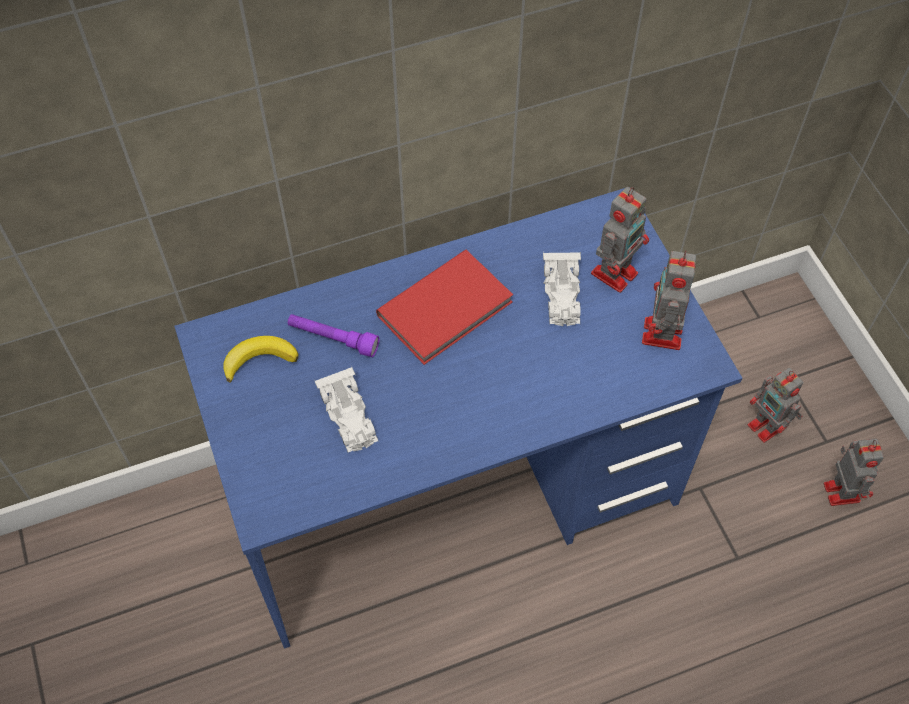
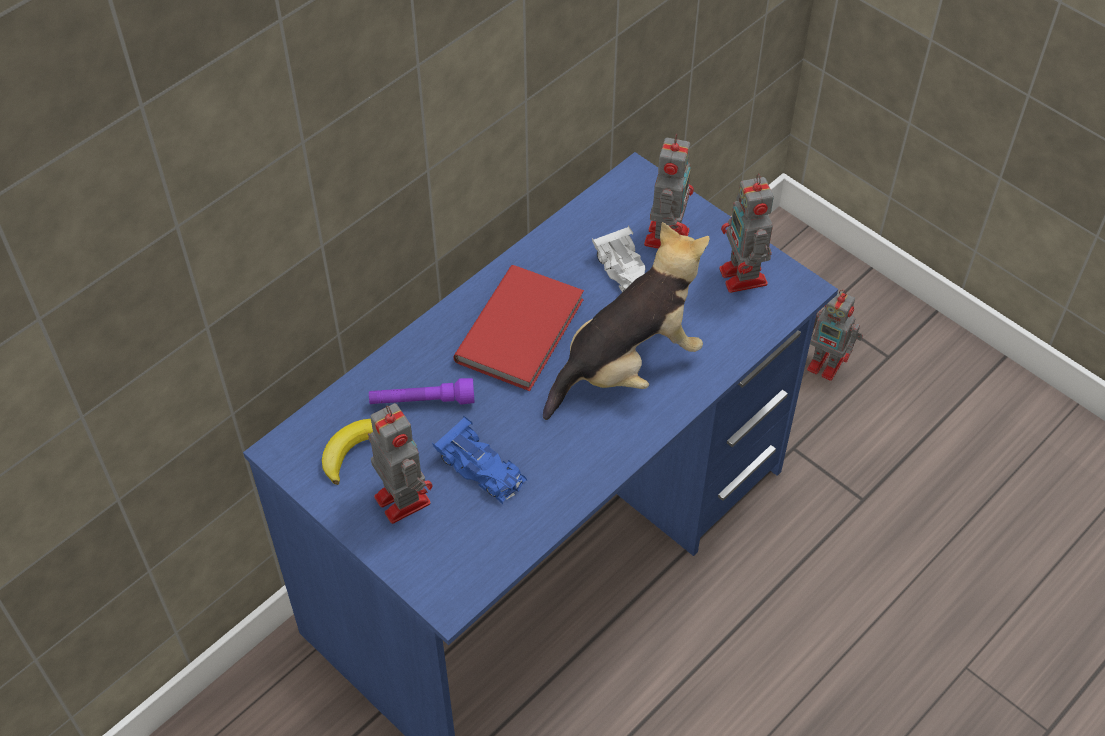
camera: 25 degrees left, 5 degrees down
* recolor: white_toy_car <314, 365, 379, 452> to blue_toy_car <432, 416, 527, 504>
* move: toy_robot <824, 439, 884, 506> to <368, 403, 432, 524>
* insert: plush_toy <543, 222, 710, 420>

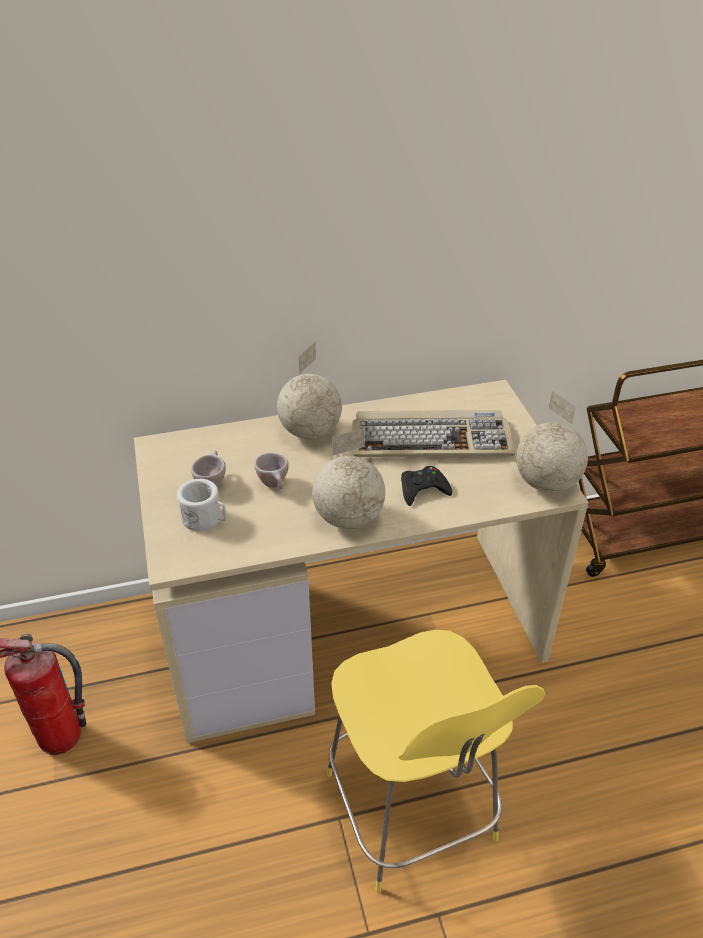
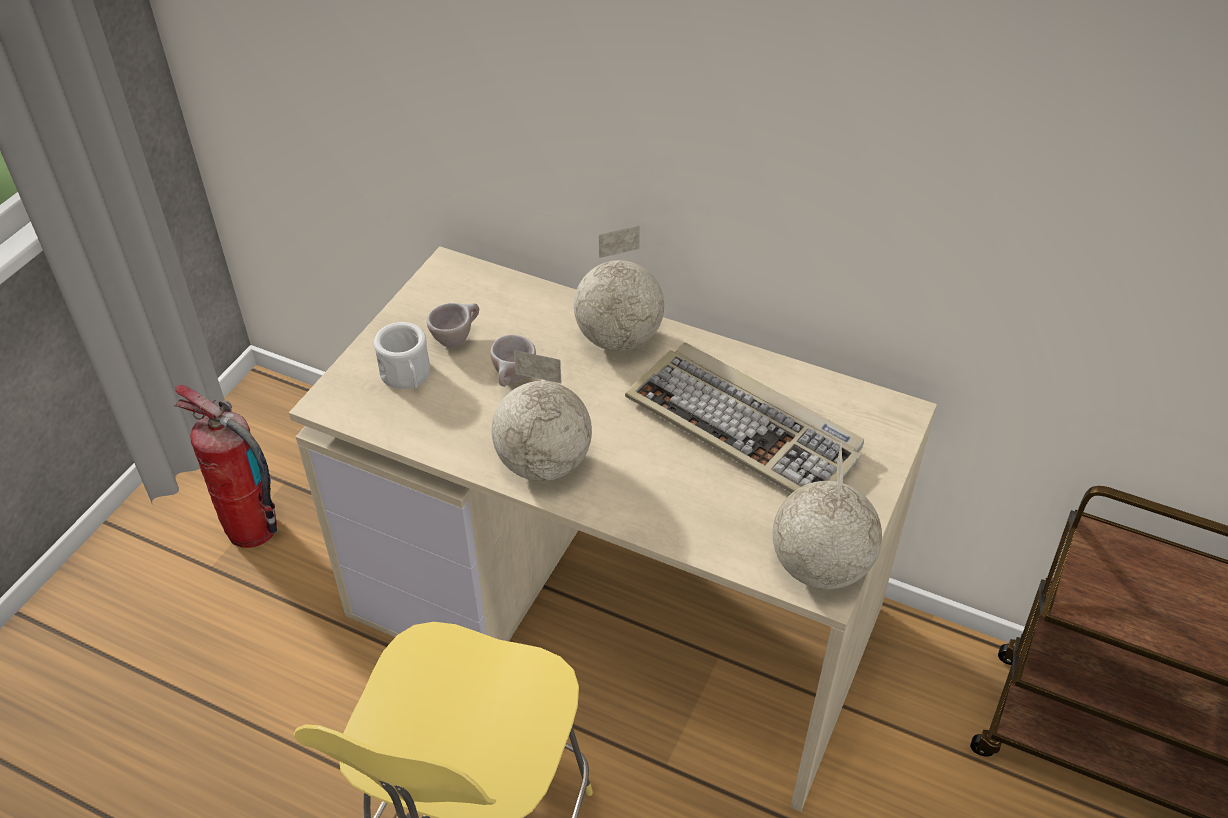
camera: 40 degrees right, 5 degrees up
* delete: black_game_controller <401, 466, 452, 506>

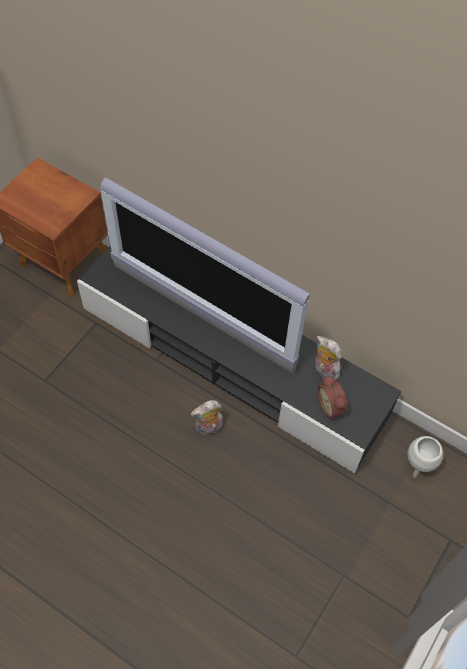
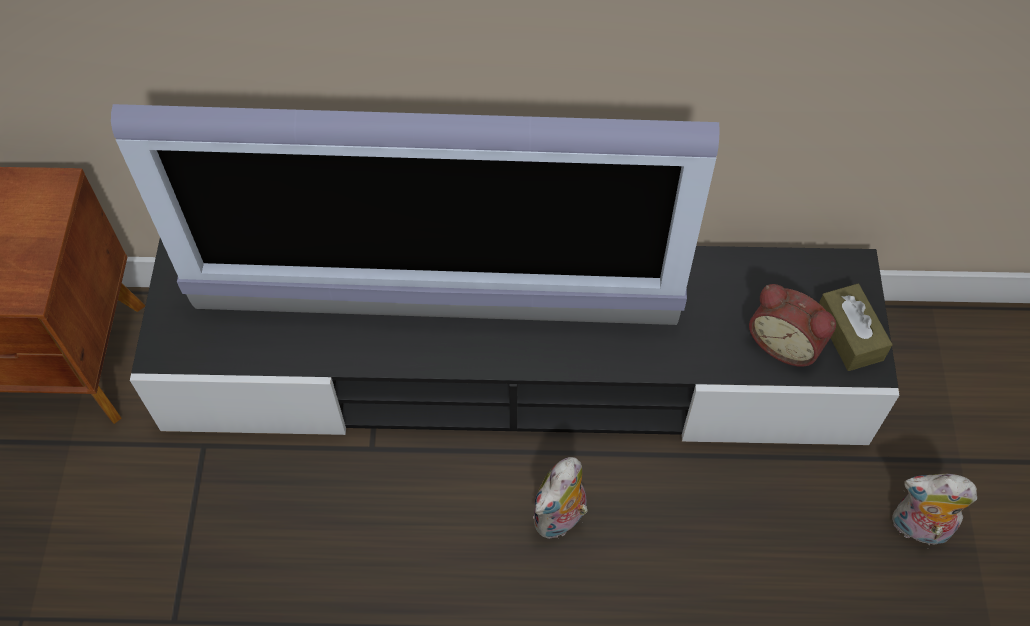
camera: 30 degrees left, 0 degrees up
* move: plush_toy <315, 336, 341, 380> to <892, 474, 977, 545>
* delete: white_planter <407, 436, 443, 478>
* insert: brown_tissue_box <819, 284, 893, 371>

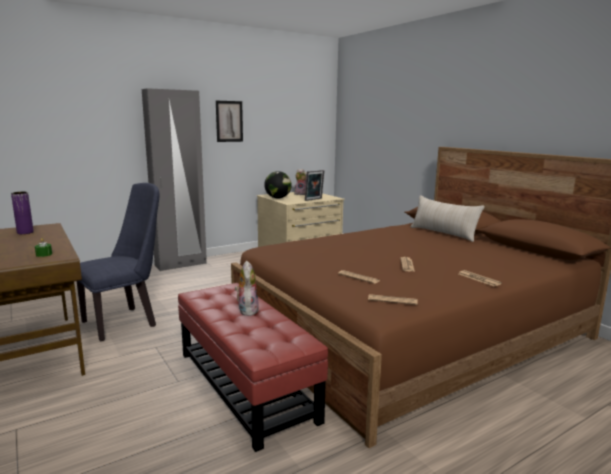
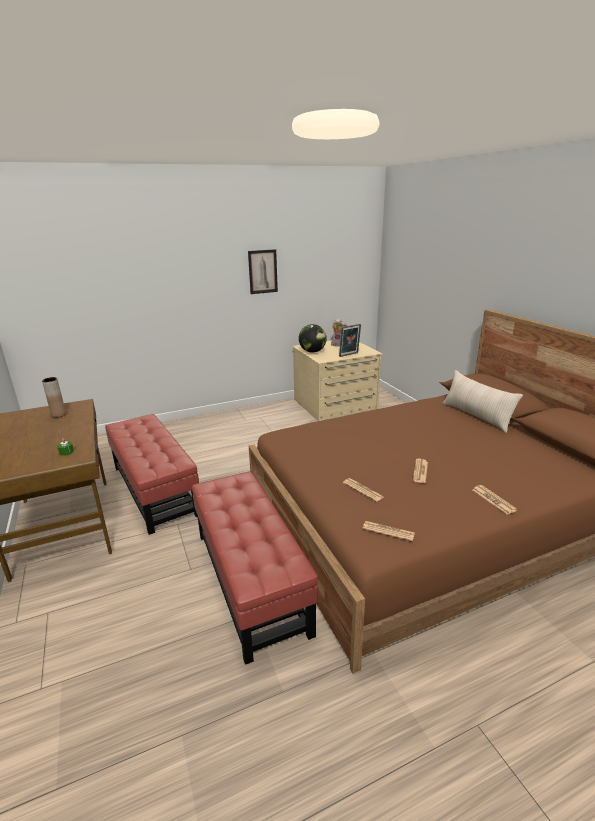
camera: 10 degrees right, 10 degrees up
* delete: grey_wardrobe <142, 88, 207, 271>
* replace: blue_chair <77, 183, 159, 342> to red_ottoman <105, 414, 199, 535>
* recolor: purple_vase <11, 192, 34, 234> to brown_vase <42, 377, 66, 417>
* delete: plush_toy <235, 261, 259, 316>

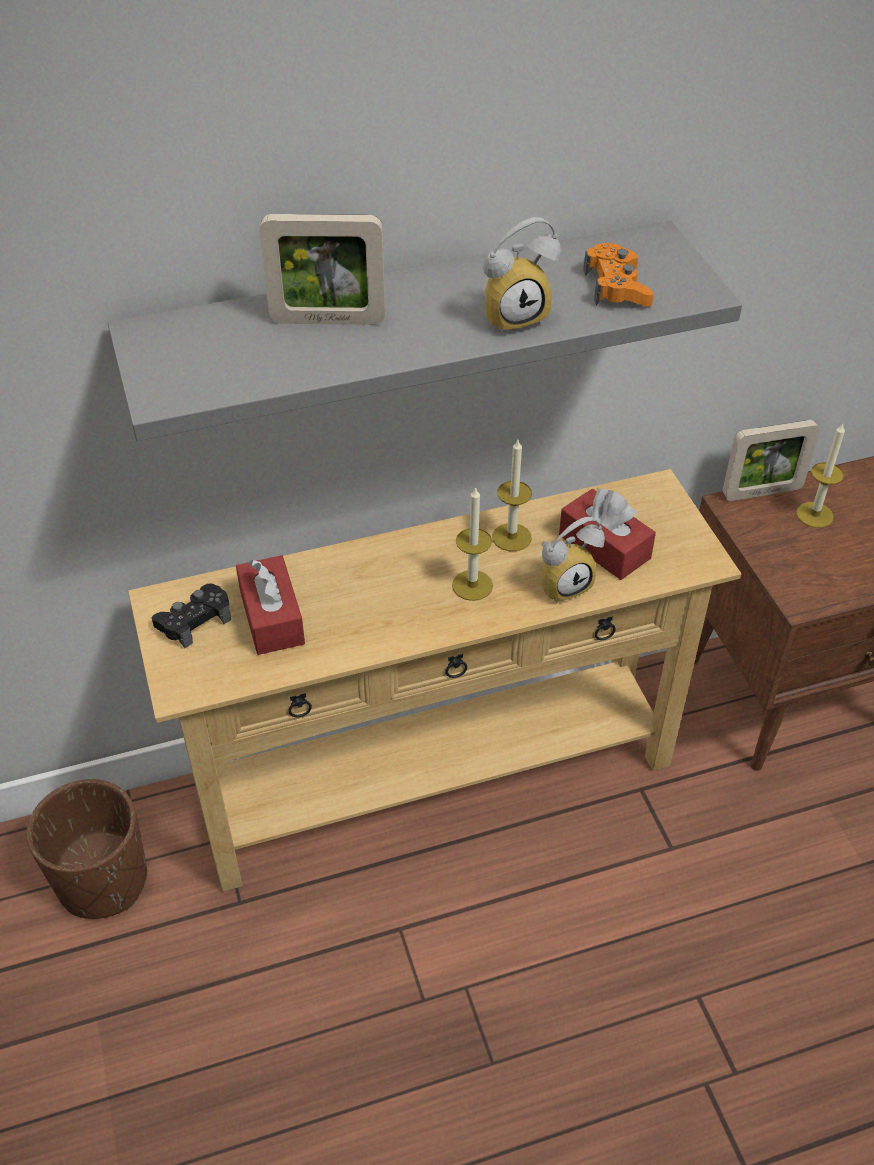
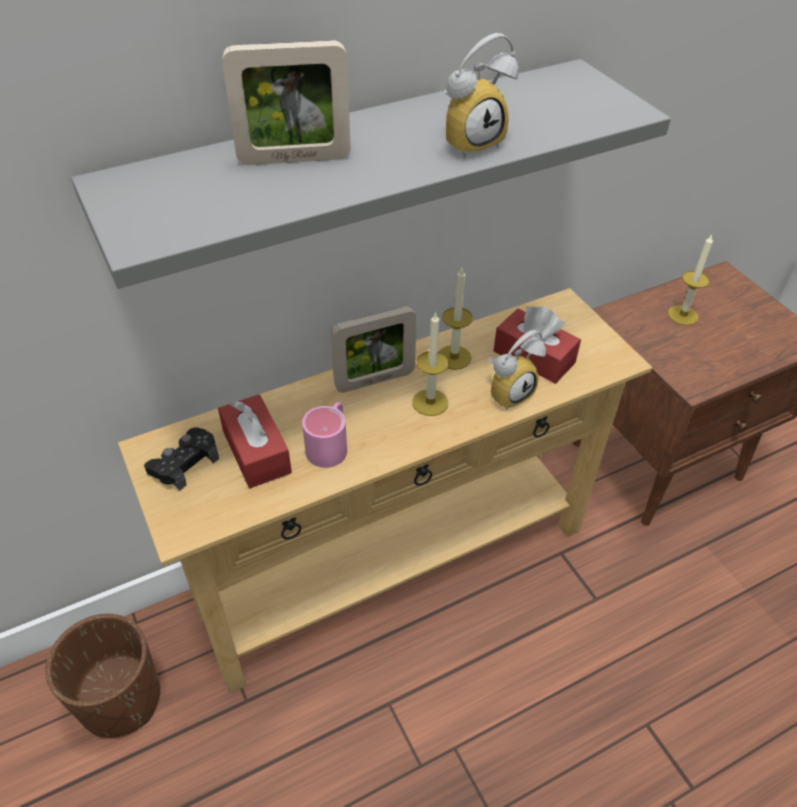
camera: 10 degrees left, 0 degrees up
* delete: orange_game_controller <583, 243, 654, 307>
* move: picture_frame <722, 420, 820, 501> to <331, 306, 417, 393>
* insert: pink_mug <302, 402, 347, 468>

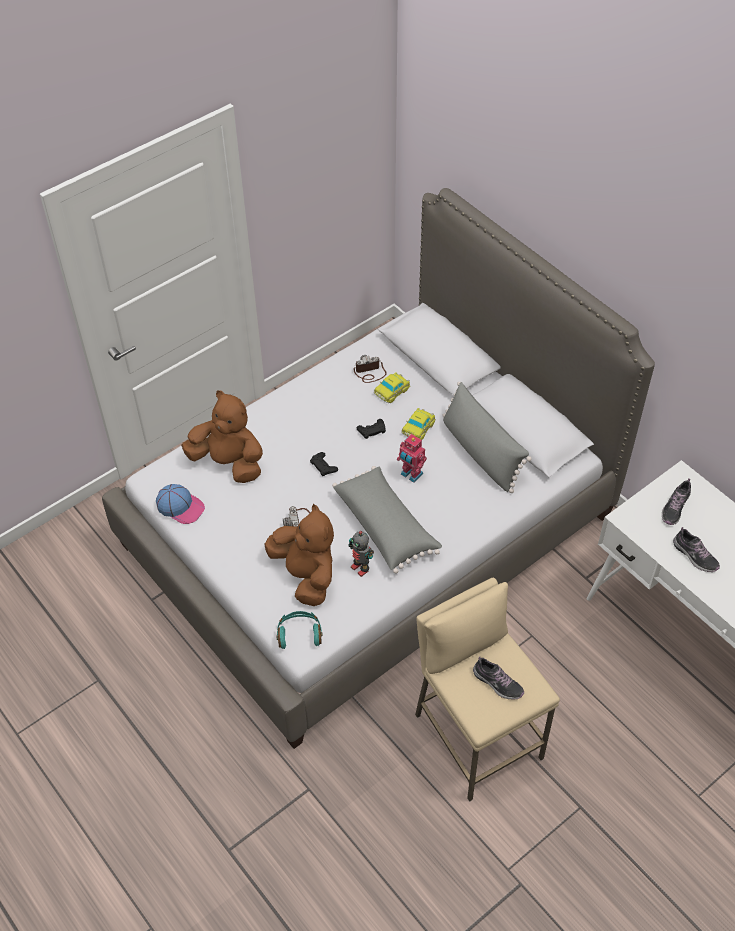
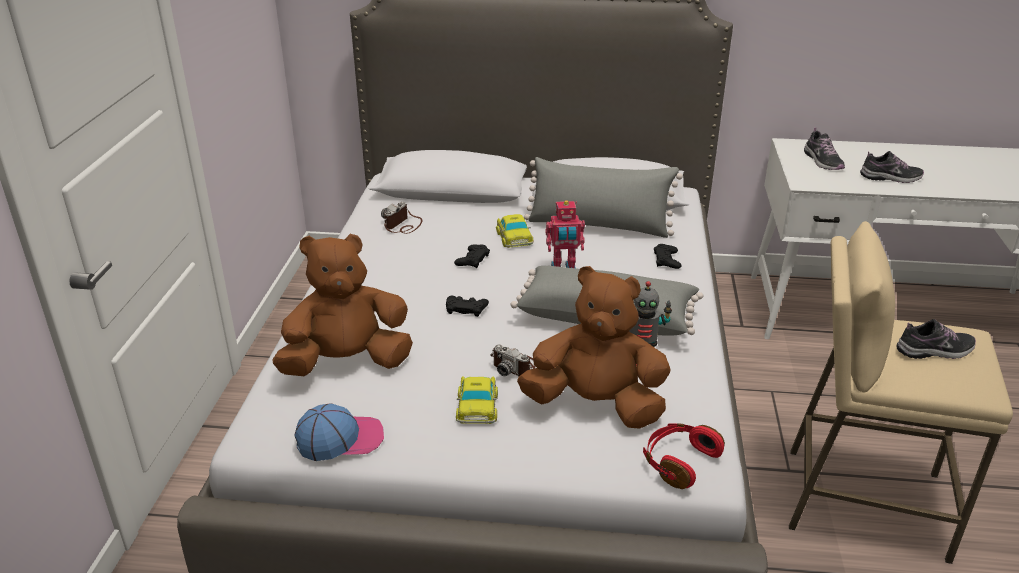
camera: 45 degrees left, 20 degrees down
* move: toy_car <374, 372, 411, 403> to <456, 376, 498, 424>
* recolor: turquoise_headphones <276, 611, 323, 649> to red_headphones <643, 423, 725, 489>
* insert: black_game_controller <654, 244, 682, 269>

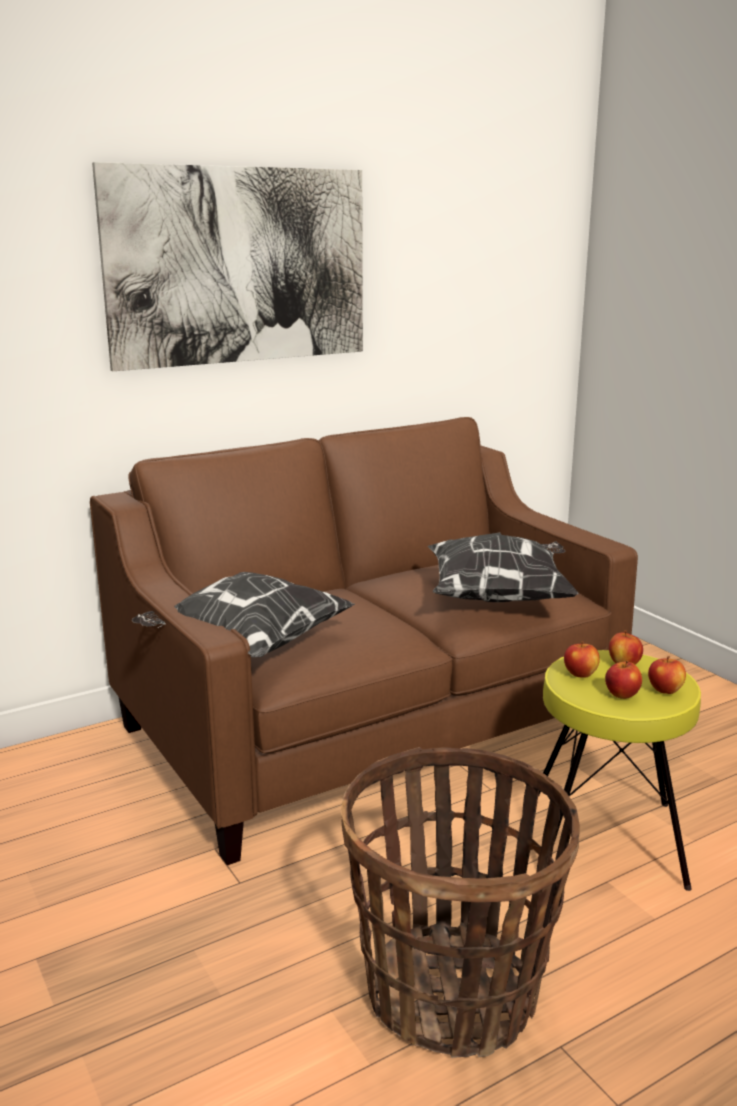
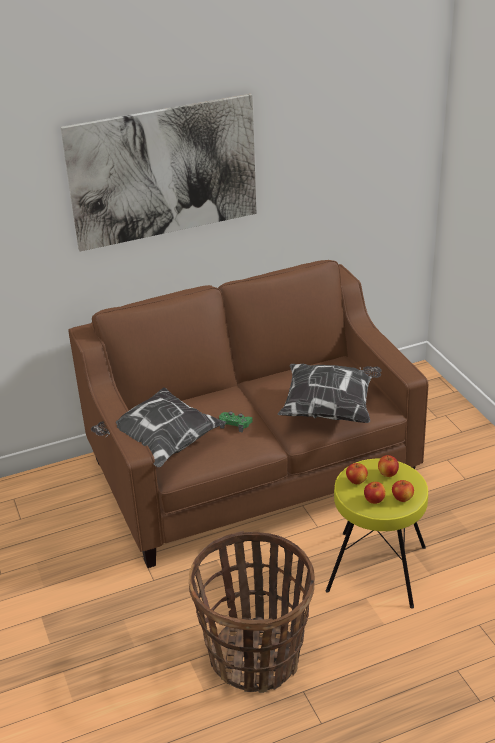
camera: 10 degrees right, 15 degrees up
* insert: green_game_controller <219, 412, 253, 433>

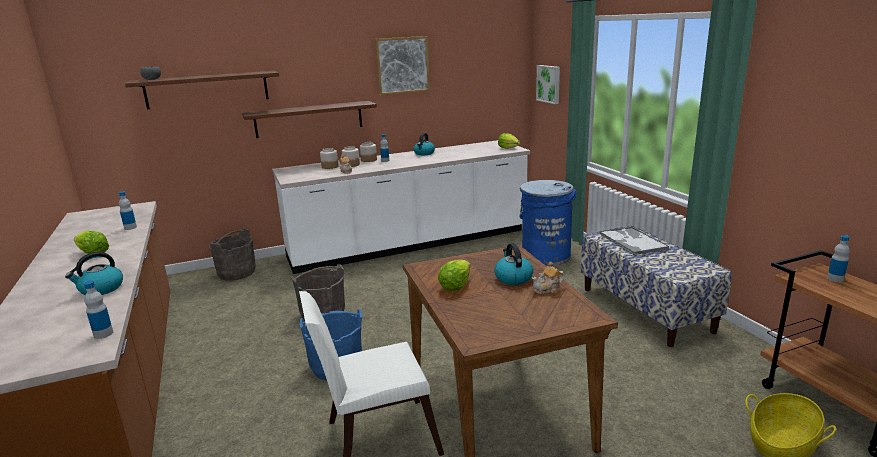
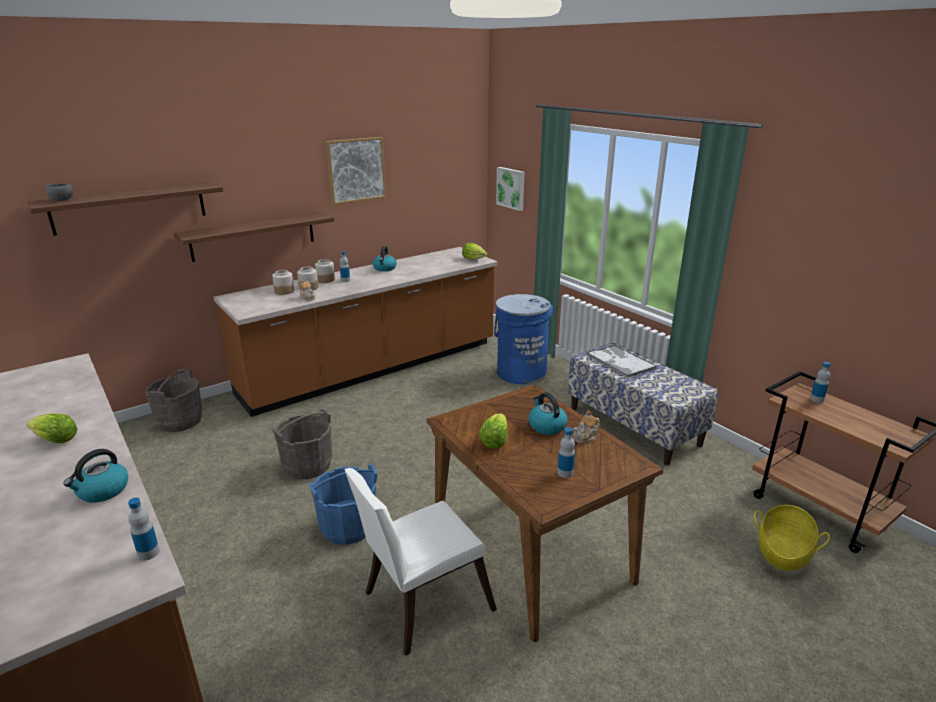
camera: 15 degrees left, 5 degrees up
* recolor: white_counter <272, 140, 530, 274> to brown_counter <214, 247, 498, 417>
* move: bottle <119, 191, 137, 230> to <557, 427, 575, 478>

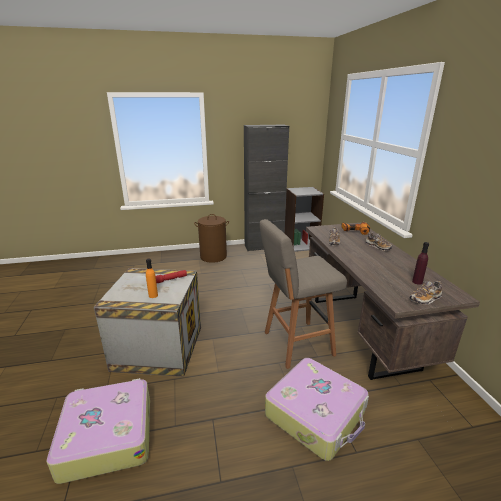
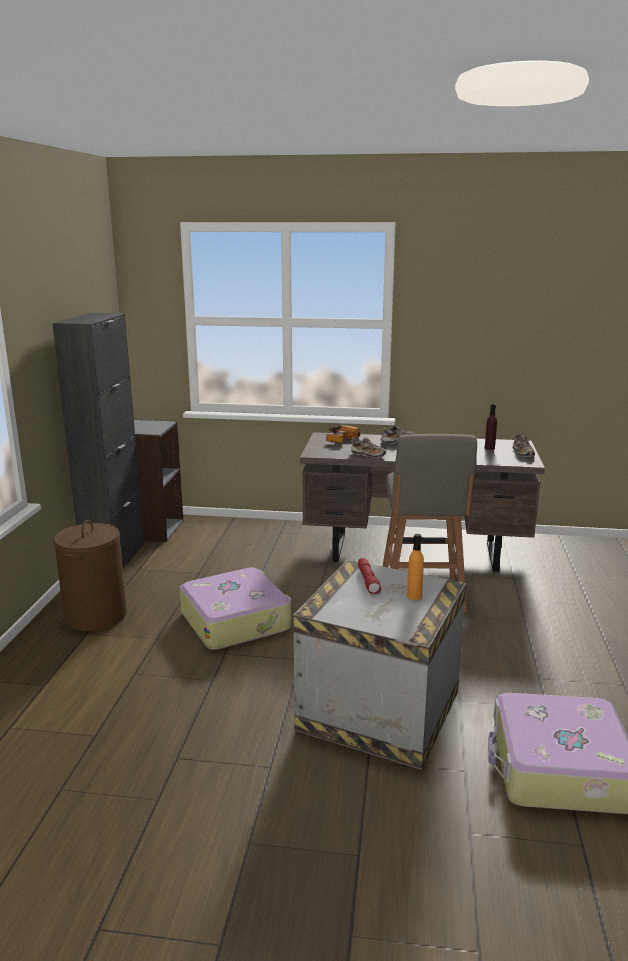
camera: 70 degrees left, 5 degrees down
* move: suitcase <265, 358, 369, 461> to <180, 567, 291, 650>

